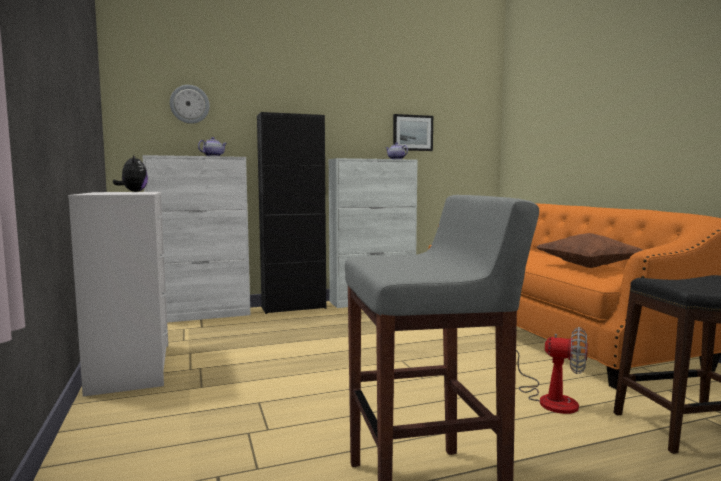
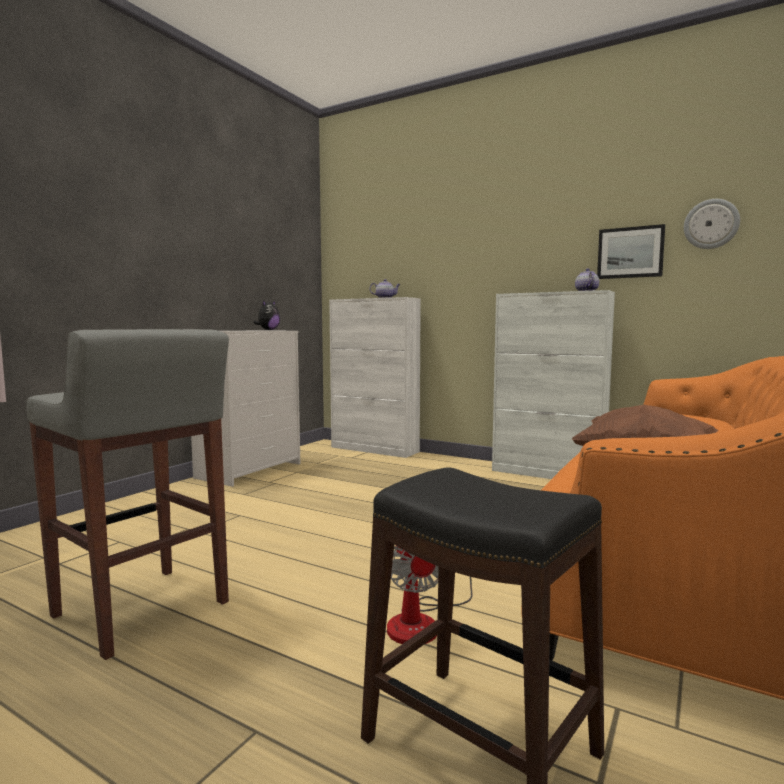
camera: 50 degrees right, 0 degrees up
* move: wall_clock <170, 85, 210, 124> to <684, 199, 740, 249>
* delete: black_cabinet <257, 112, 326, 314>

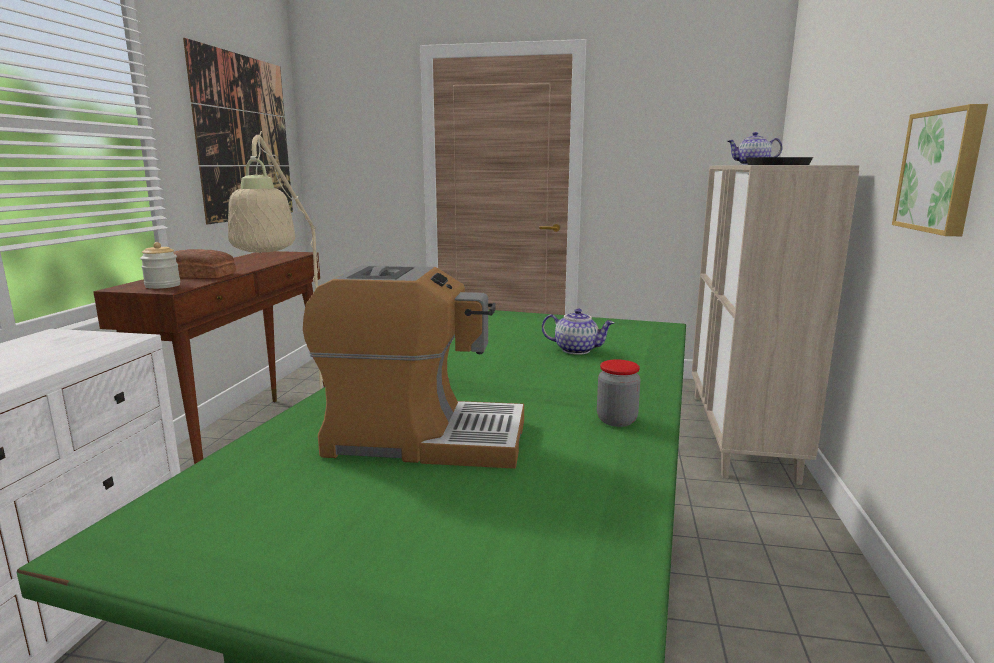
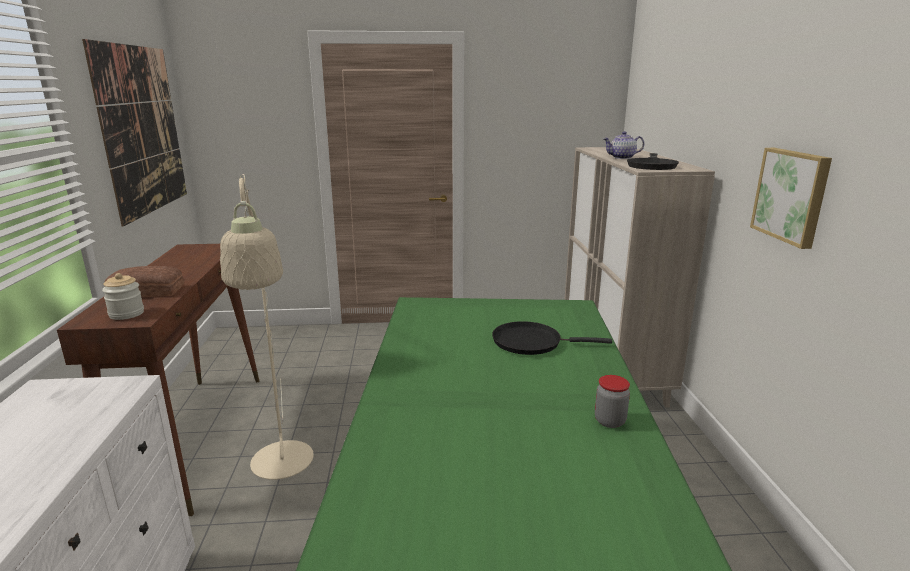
camera: 15 degrees left, 5 degrees up
* delete: coffee_machine <303, 265, 524, 469>
* replace: teapot <542, 308, 614, 355> to black_frying_pan <492, 321, 612, 355>

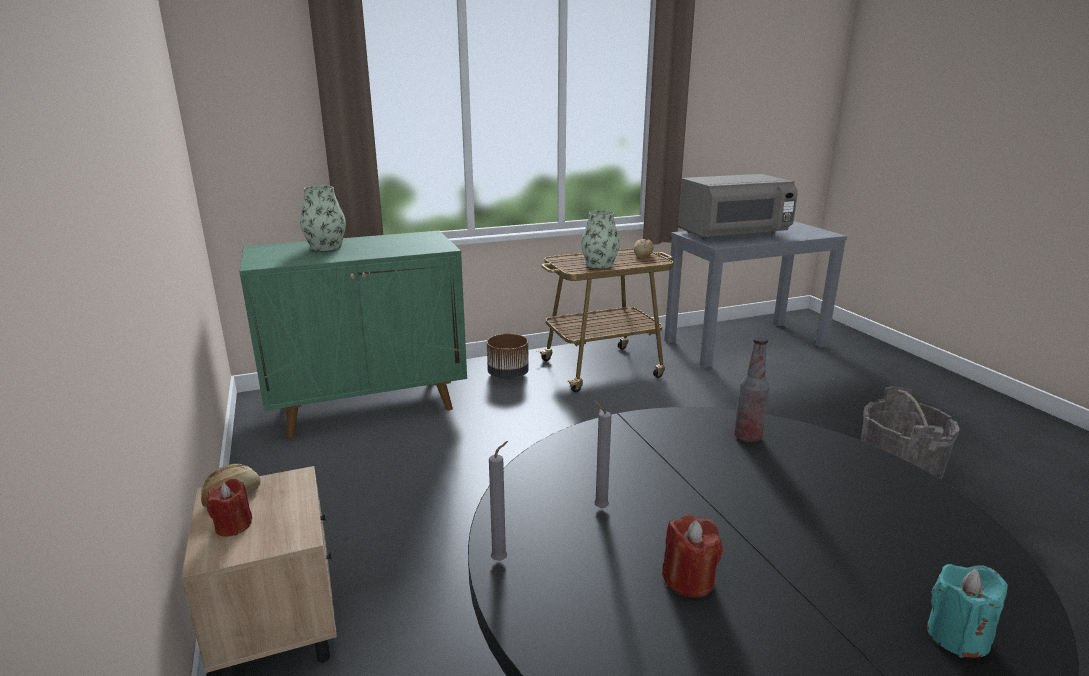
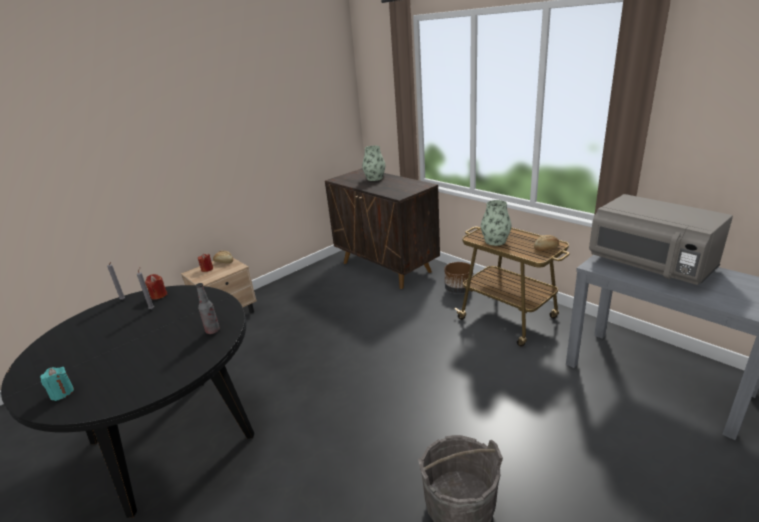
camera: 70 degrees right, 5 degrees up
* recolor: green_cabinet <239, 231, 467, 438> to brown_cabinet <325, 168, 440, 289>
* move: red_candle <662, 515, 723, 598> to <145, 274, 167, 300>

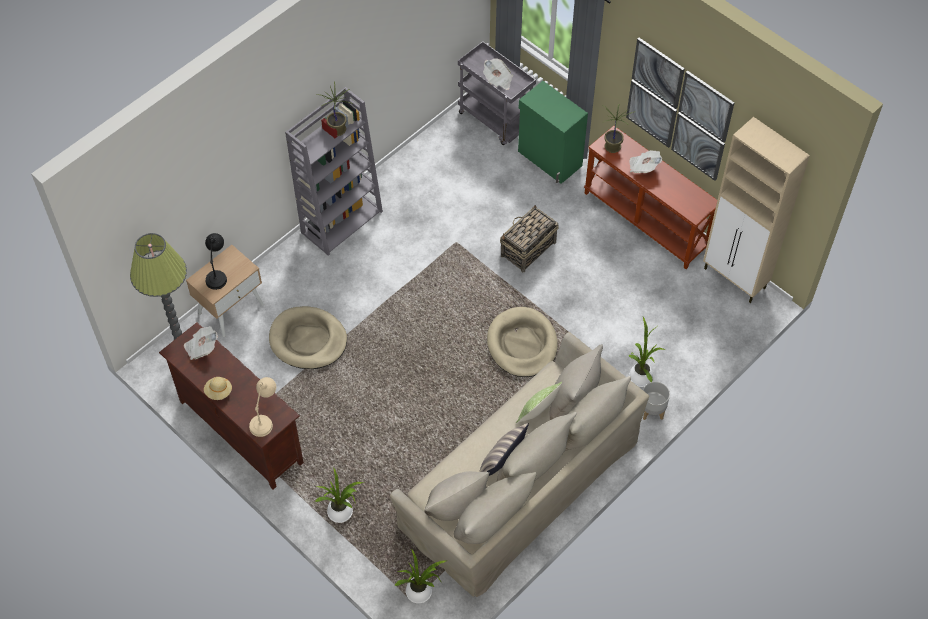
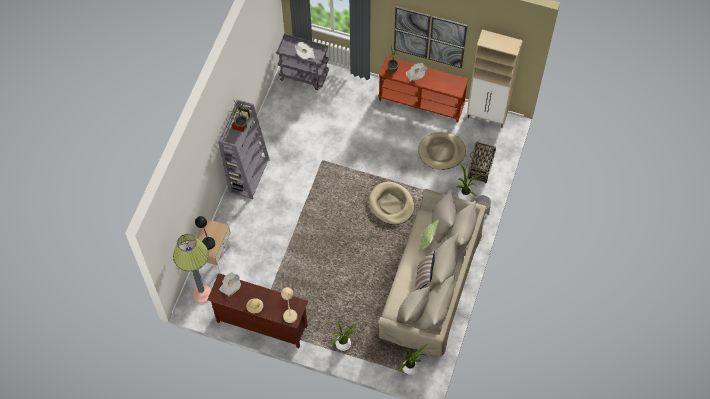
camera: 25 degrees left, 5 degrees up
* delete: green_cabinet <518, 81, 588, 184>
* move: basket <500, 205, 559, 273> to <468, 142, 496, 183>
* move: beige_dog_bed <269, 306, 347, 369> to <418, 132, 466, 170>

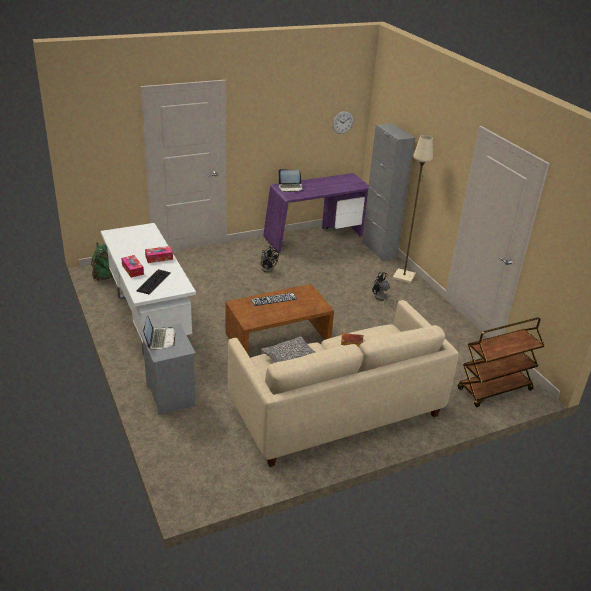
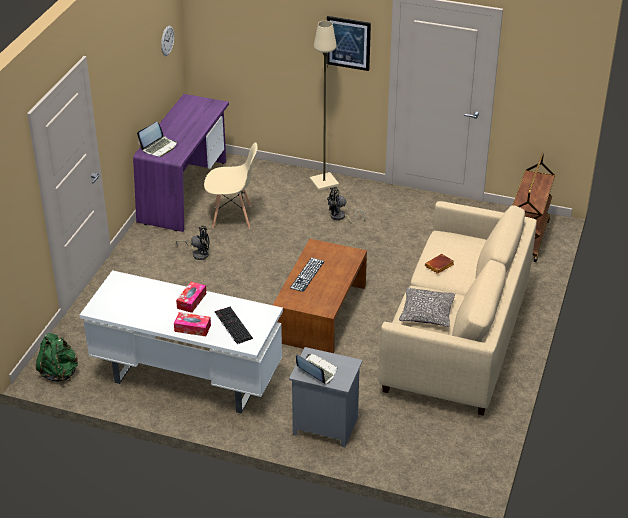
camera: 45 degrees left, 5 degrees up
* delete: grey_cabinet <362, 123, 415, 261>
* insert: picture <326, 16, 371, 71>
* insert: beige_chair <204, 142, 258, 229>

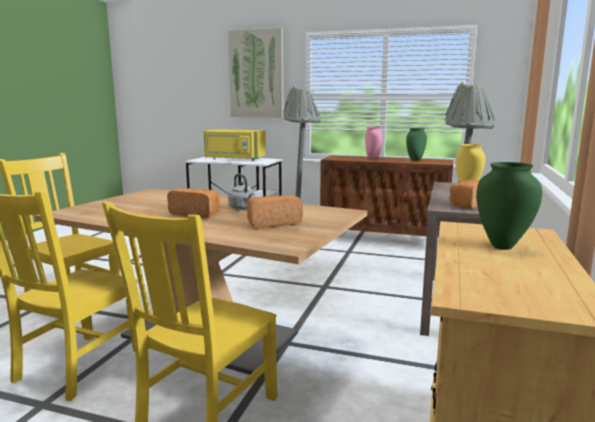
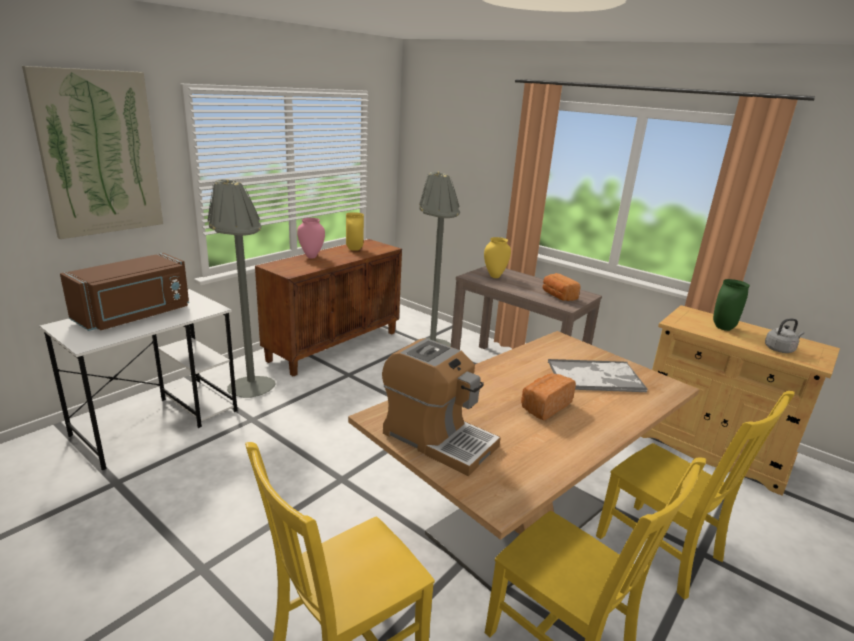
camera: 70 degrees left, 10 degrees up
* recolor: green_vase <406, 128, 427, 161> to yellow_vase <346, 212, 364, 251>
* recolor: yellow_microwave <204, 129, 266, 161> to brown_microwave <60, 253, 189, 331>
* move: grey_kettle <228, 174, 256, 210> to <765, 318, 804, 353>
* replace: bread <246, 195, 303, 228> to tray <548, 359, 648, 392>
* insert: coffee_machine <382, 338, 501, 476>

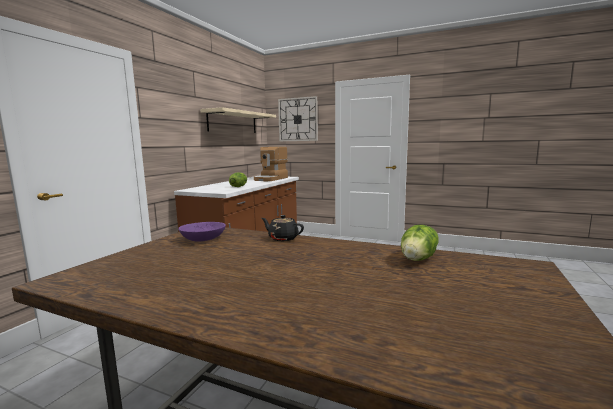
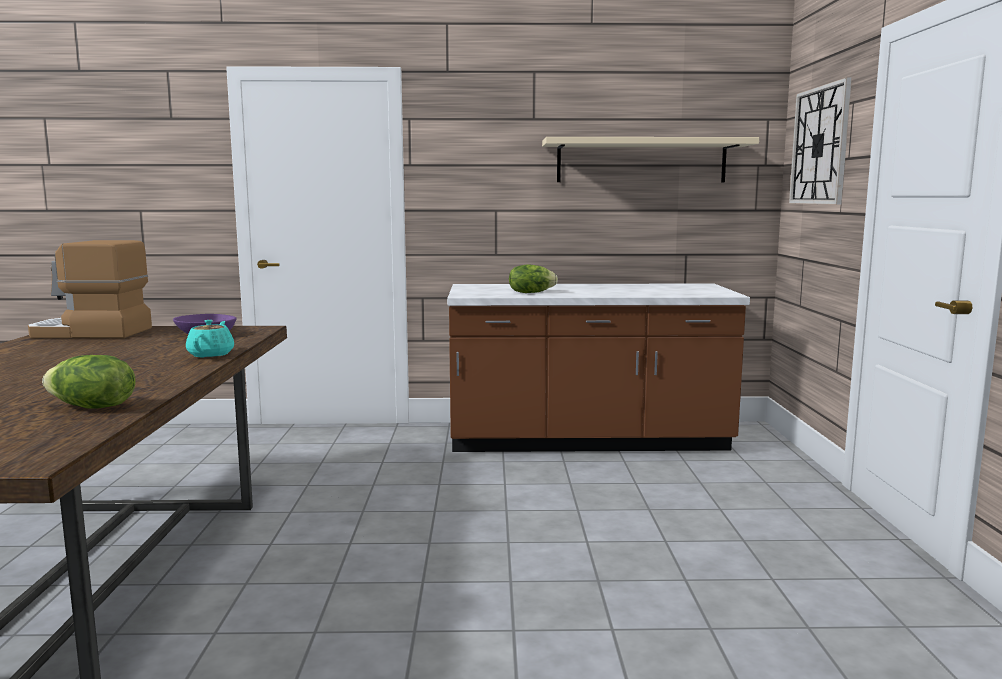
camera: 65 degrees right, 0 degrees up
* move: coffee_machine <254, 147, 288, 181> to <28, 240, 152, 338>
* recolor: black_teapot <261, 215, 304, 241> to turquoise_teapot <186, 320, 234, 358>

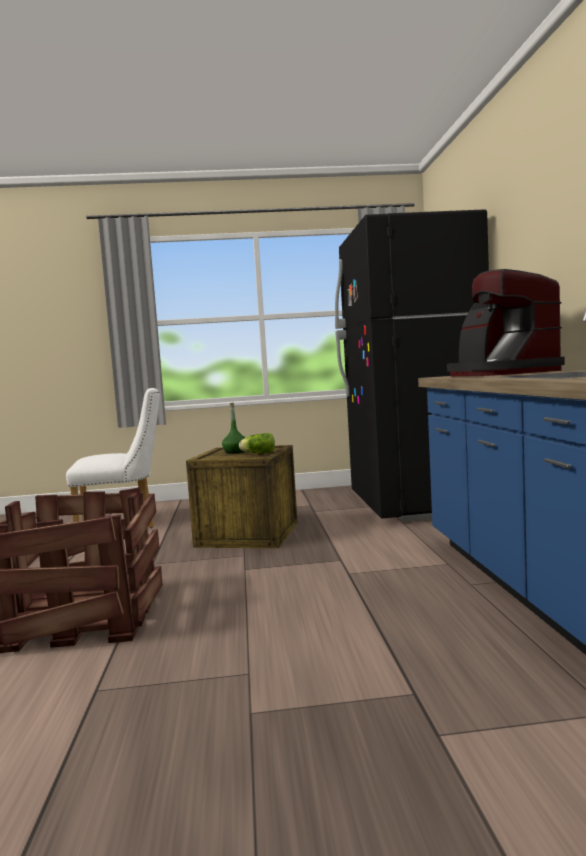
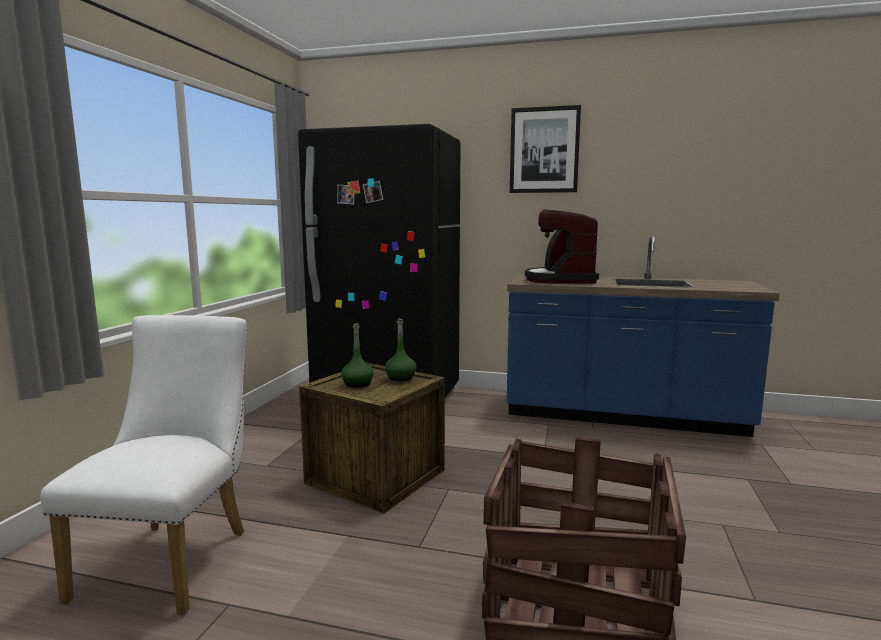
camera: 70 degrees left, 5 degrees up
* rotate: coffee_machine <447, 269, 565, 377> = <525, 209, 599, 284> 90 degrees clockwise
* replace: lettuce <239, 433, 275, 453> to green_bottle <385, 319, 417, 381>
* insert: picture <510, 105, 581, 193>

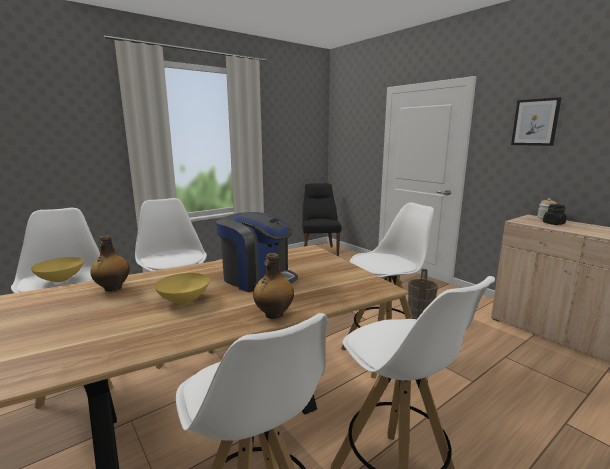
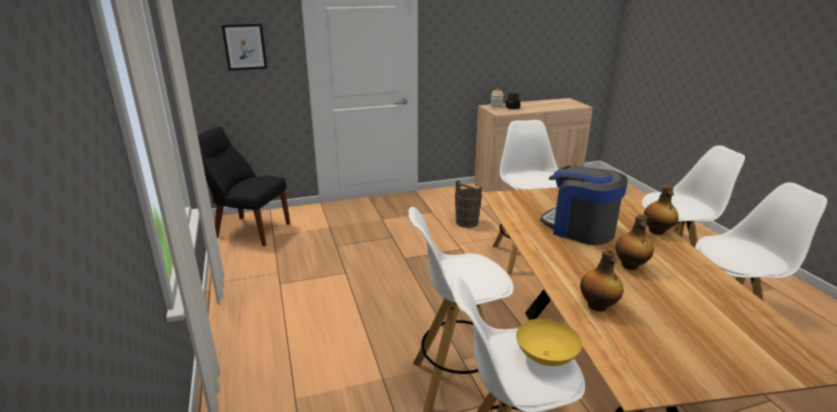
camera: 70 degrees left, 10 degrees up
* move: picture <511, 97, 562, 146> to <222, 24, 267, 71>
* rotate: coffee_machine <216, 212, 298, 292> = <540, 166, 628, 245> 105 degrees counterclockwise
* replace: yellow_bowl <154, 273, 210, 304> to bottle <615, 214, 654, 270>

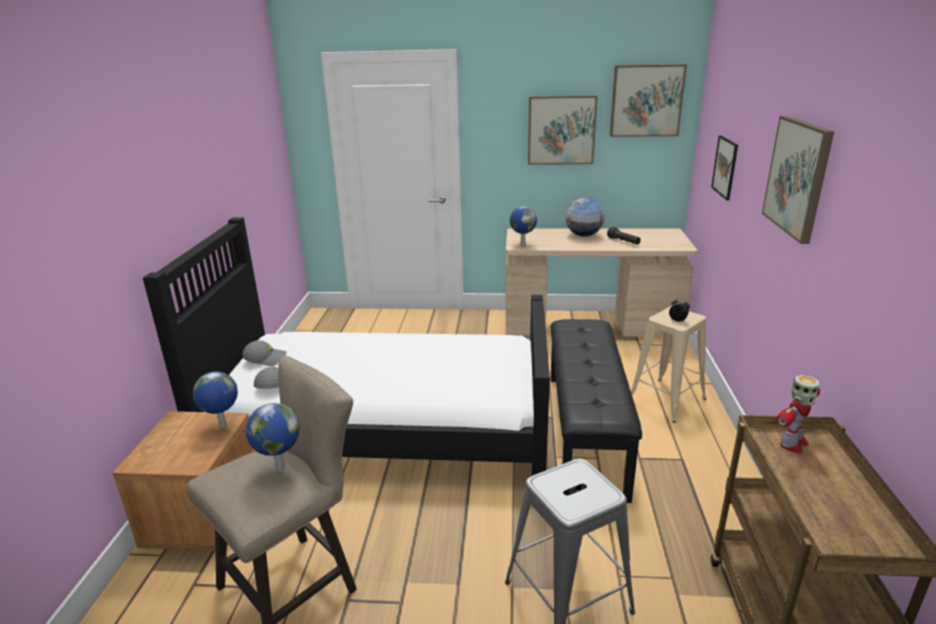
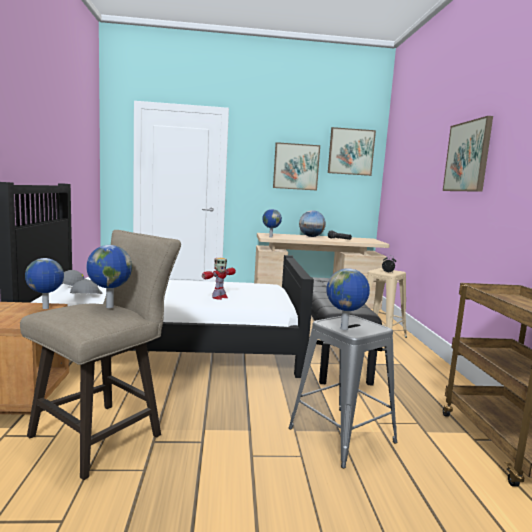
camera: 10 degrees left, 15 degrees down
* delete: picture <711, 136, 738, 201>
* move: toy_robot <776, 375, 820, 453> to <202, 258, 236, 300>
* insert: globe <326, 268, 370, 330>

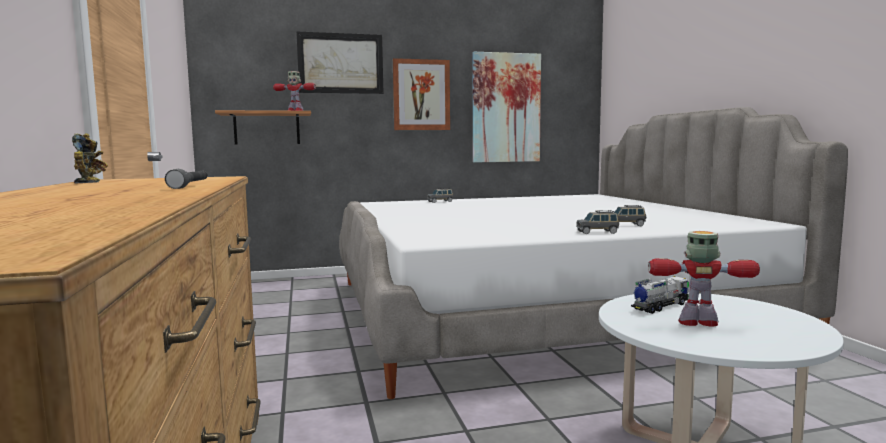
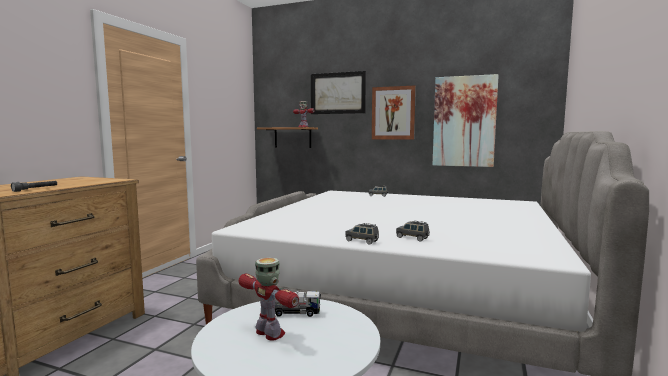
camera: 35 degrees right, 0 degrees up
* delete: toy_robot <72, 133, 108, 184>

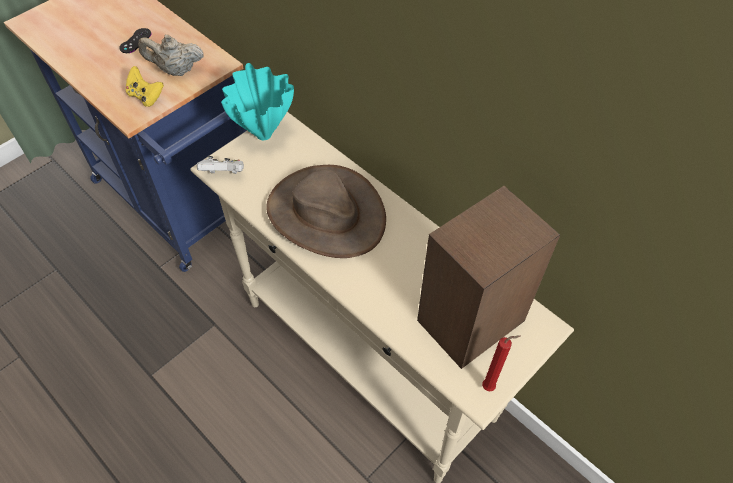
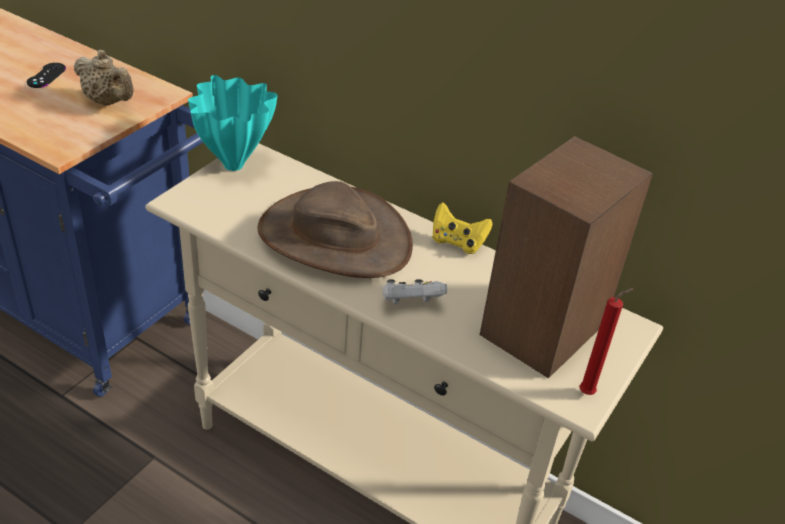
camera: 15 degrees left, 15 degrees down
* rotate: beige_teapot <138, 35, 204, 76> = <74, 50, 134, 105> 135 degrees counterclockwise
* move: yellow_game_controller <126, 66, 164, 107> to <432, 202, 493, 254>
* move: white_game_controller <197, 156, 244, 174> to <382, 279, 447, 304>

